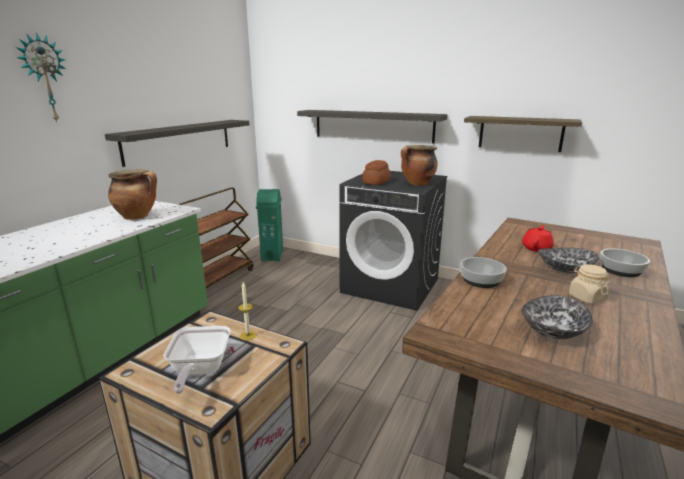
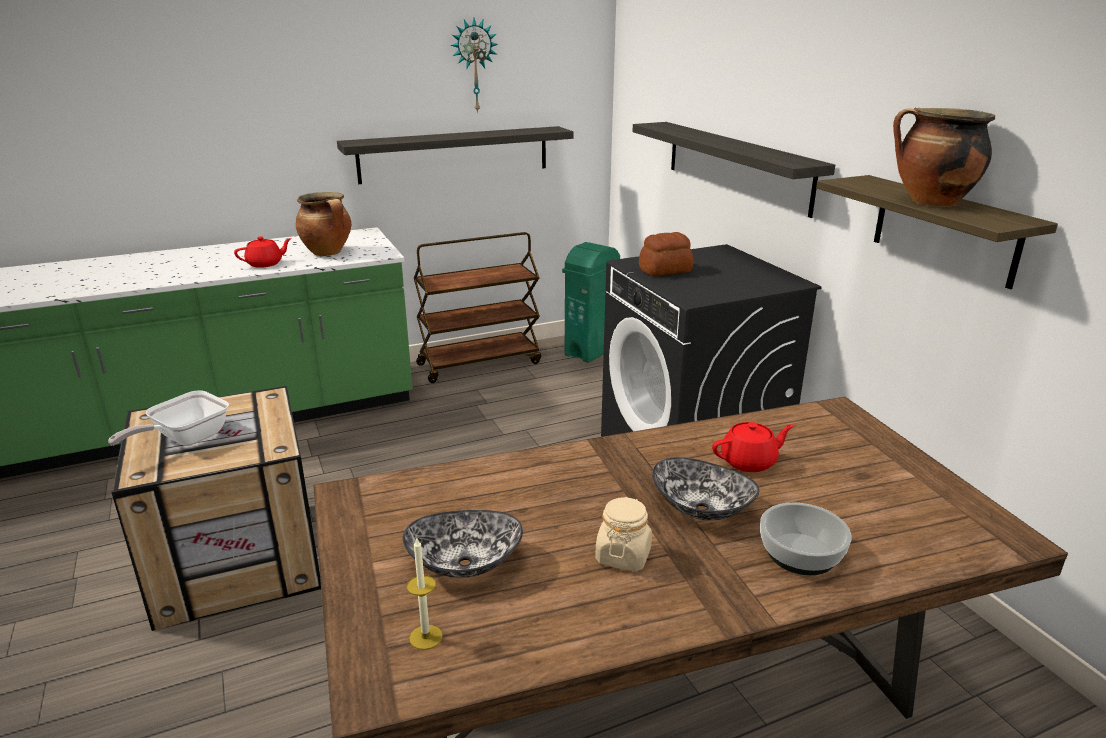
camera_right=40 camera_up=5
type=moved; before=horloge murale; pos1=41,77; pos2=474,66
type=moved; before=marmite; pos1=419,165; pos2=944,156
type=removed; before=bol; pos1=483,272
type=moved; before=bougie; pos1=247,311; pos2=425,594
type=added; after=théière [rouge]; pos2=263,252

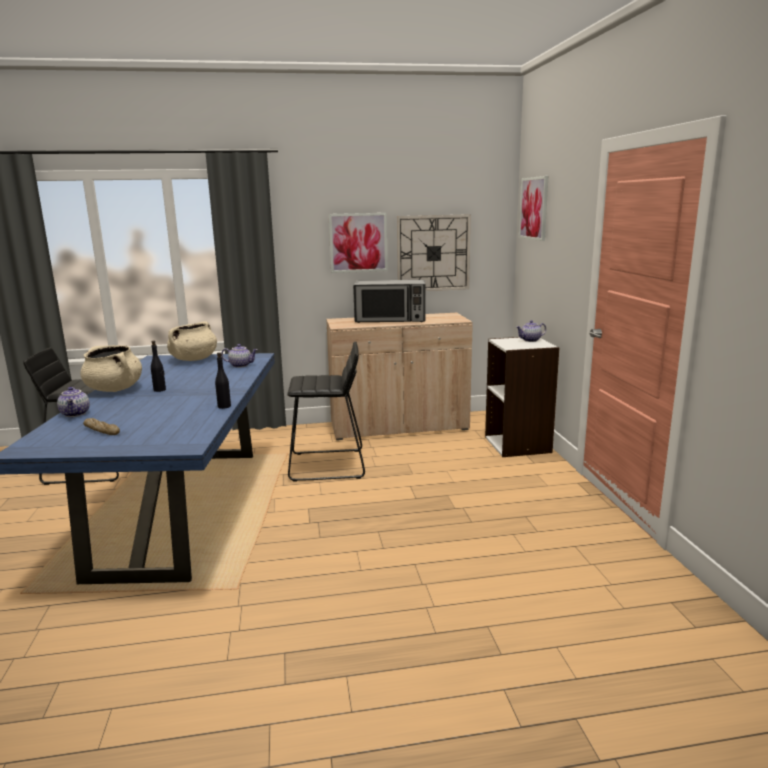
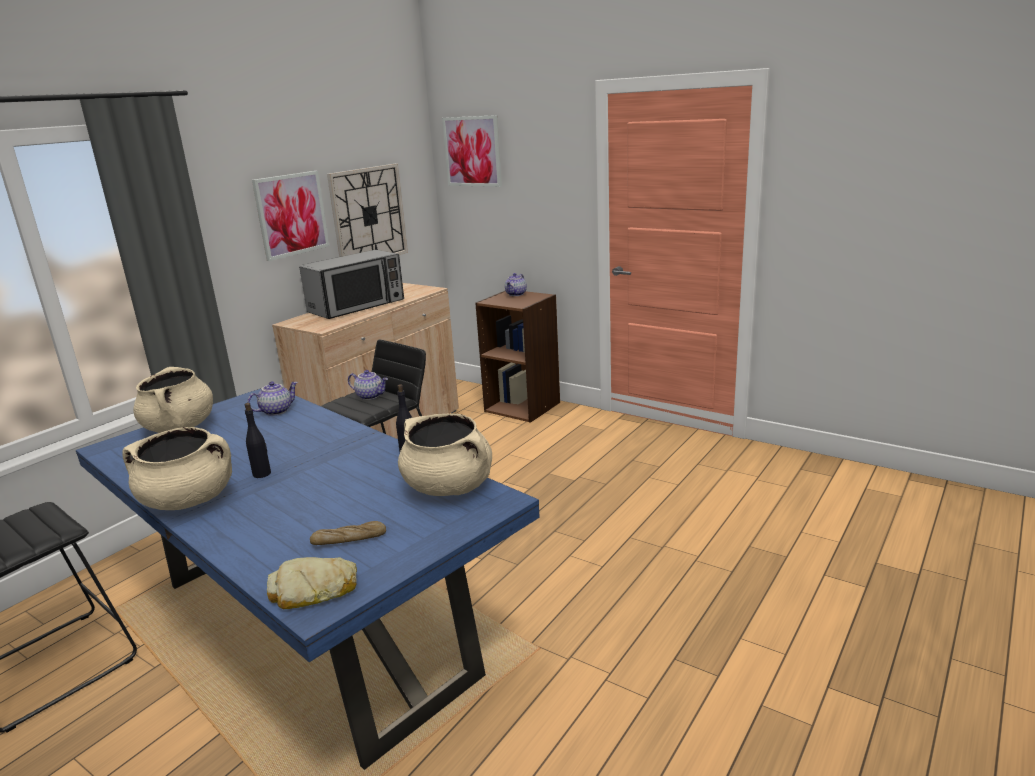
camera_right=-45 camera_up=5
type=recoloured; before=bibliothèque [blanc]; after=bibliothèque [marron]; pos1=522,397; pos2=517,357
type=moved; before=théière; pos1=73,402; pos2=368,385
type=added; after=marmite [beige]; pos2=445,455
type=added; after=pain; pos2=312,583

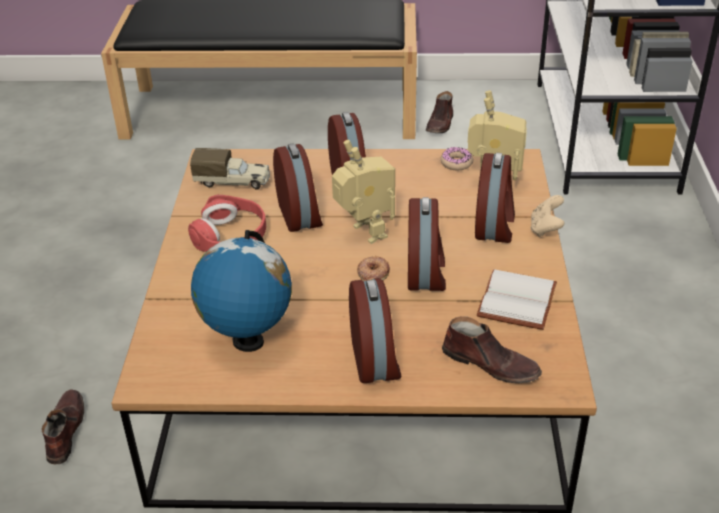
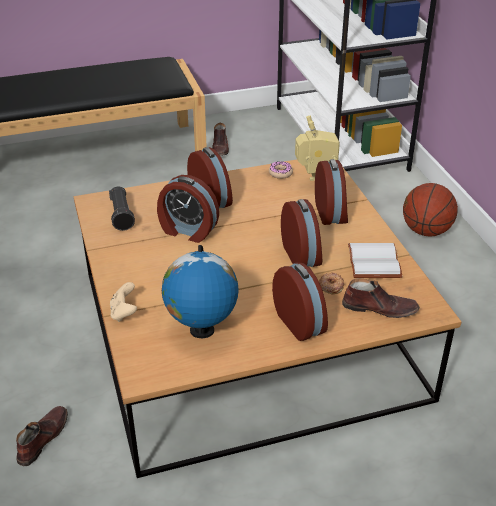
camera_right=-20 camera_up=0
type=removed; before=robot jouet; pos1=363,192
type=turned; before=réveil; pos1=298,187; pos2=188,209; turn=150
type=replaced; before=camion jouet; after=lampe de poche [noir]; pos1=230,169; pos2=122,209
type=removed; before=casque audio [rouge]; pos1=227,223
type=moved; before=manette [beige]; pos1=547,216; pos2=123,302
type=moved; before=beignet; pos1=373,268; pos2=331,283
type=turned; before=chaussure [marron]; pos1=62,426; pos2=42,436; turn=45
type=added; after=ballon de basket; pos2=430,210

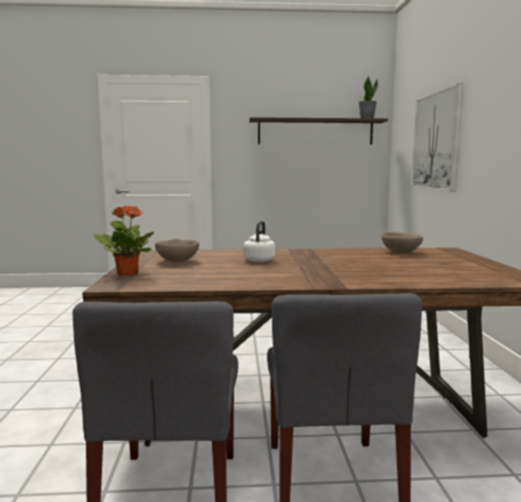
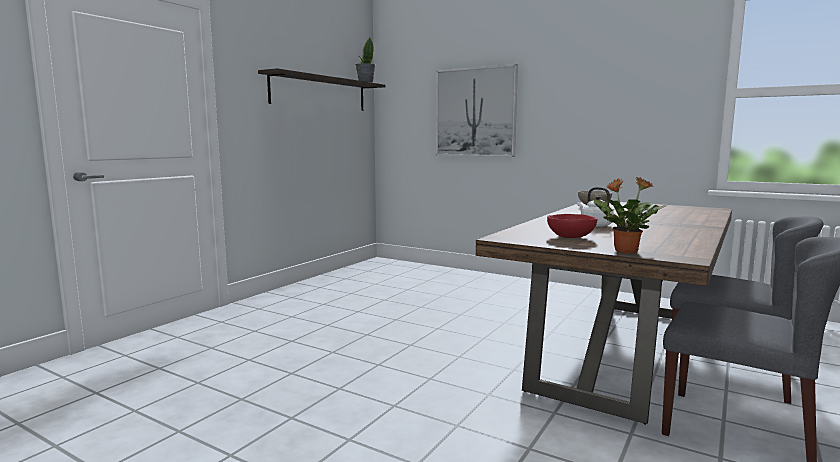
camera_right=-55 camera_up=0
type=recoloured; before=bol [beige]; after=bol [rouge]; pos1=177,250; pos2=572,226

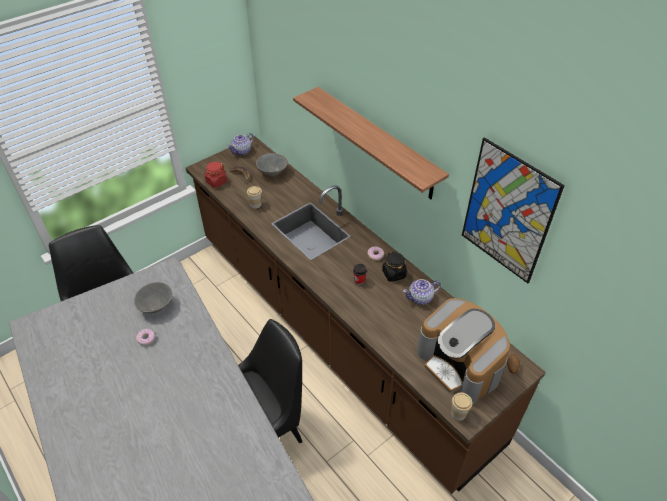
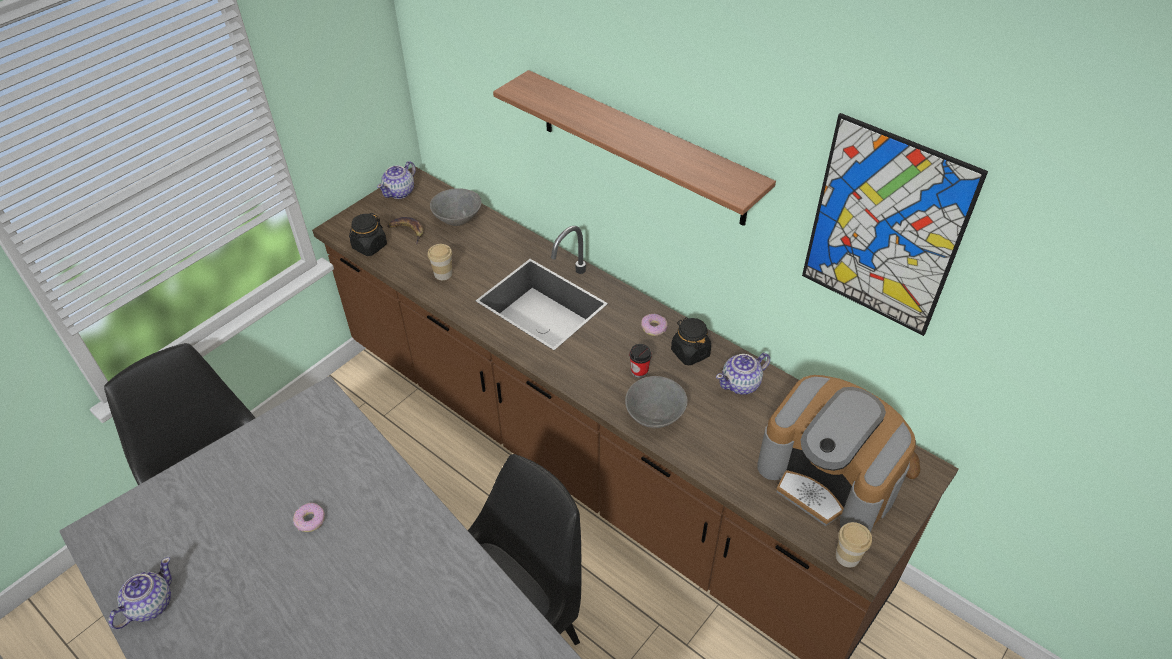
camera_right=-10 camera_up=0
type=recoloured; before=bocal [rouge]; after=bocal [noir]; pos1=215,175; pos2=368,234
type=moved; before=bol [gris]; pos1=153,297; pos2=656,402
type=added; after=théière; pos2=140,593

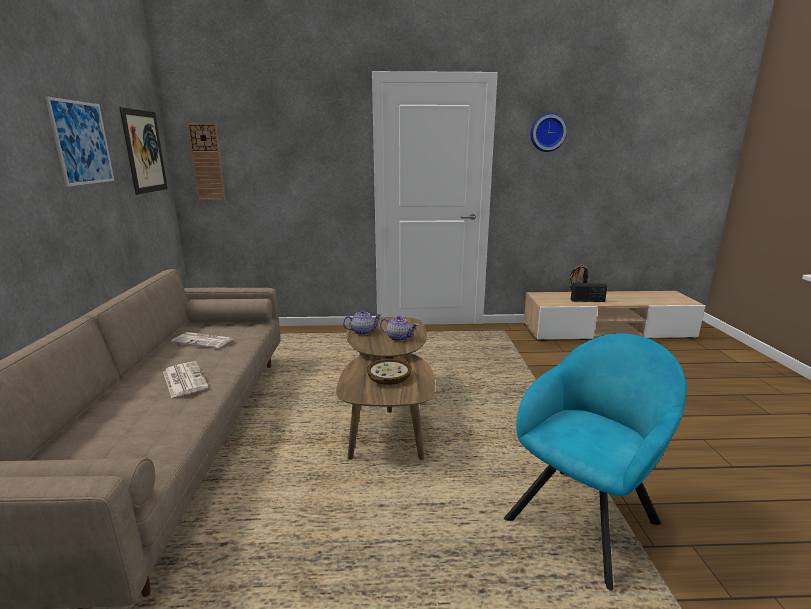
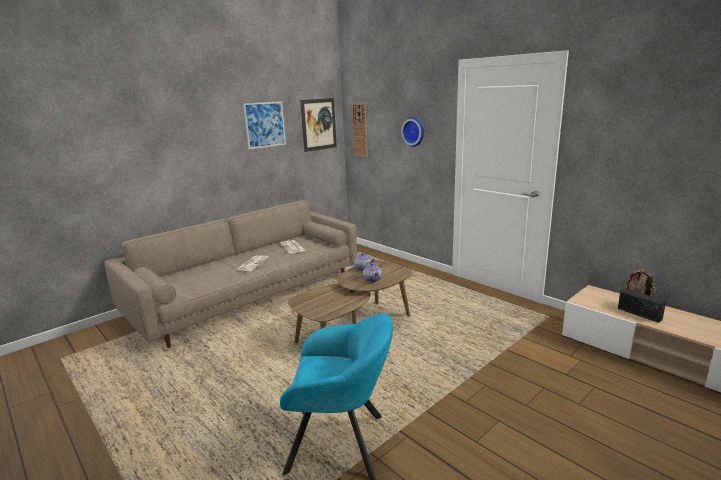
camera_right=50 camera_up=0
type=moved; before=horloge murale; pos1=549,132; pos2=412,132
type=removed; before=bol; pos1=389,371

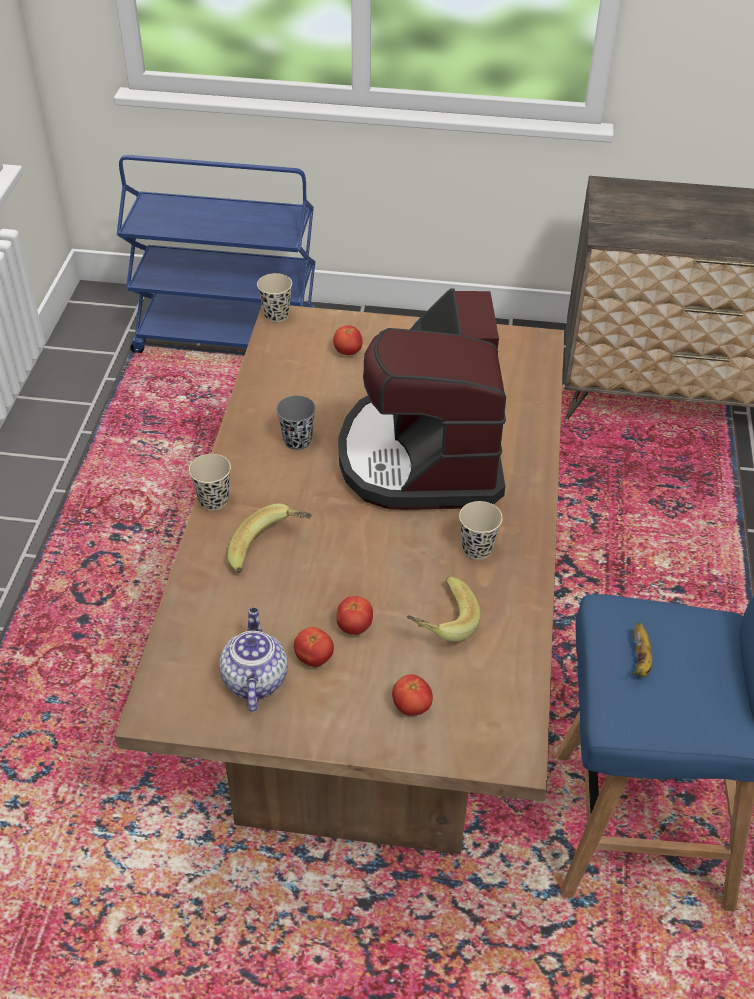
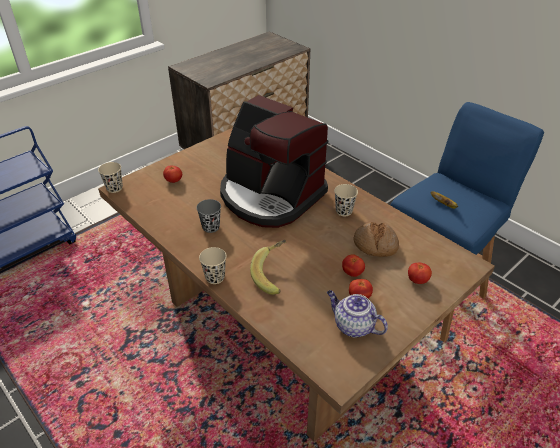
camera_right=-50 camera_up=-5
type=replaced; before=banane; after=pain; pos1=443,609; pos2=376,239

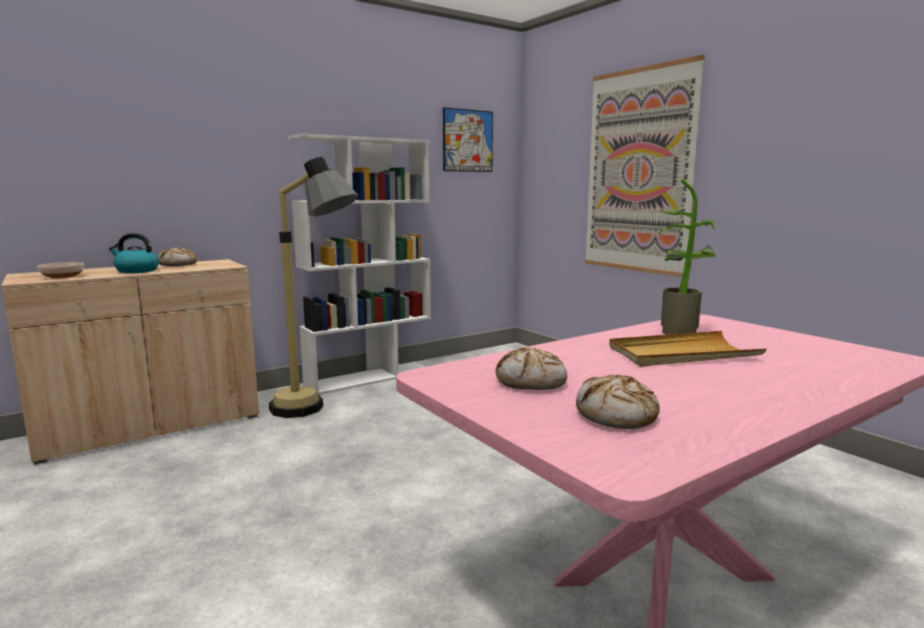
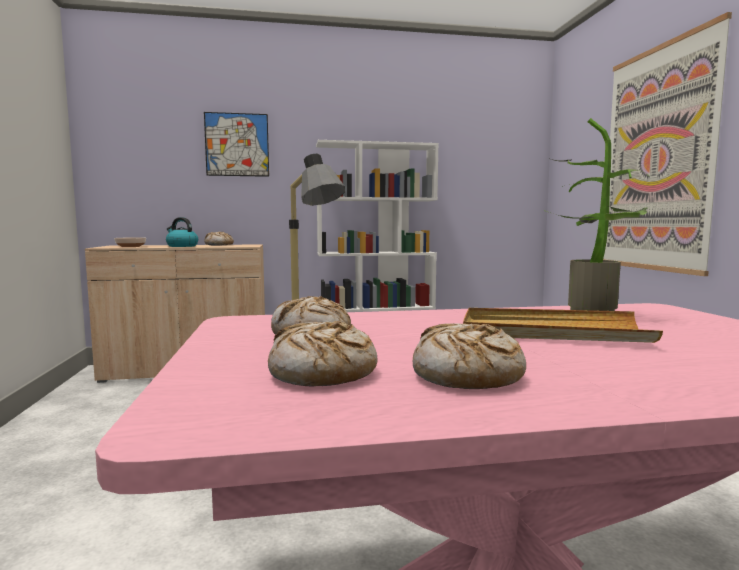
camera_right=25 camera_up=-5
type=moved; before=tableau; pos1=468,139; pos2=236,144
type=added; after=pain; pos2=469,356

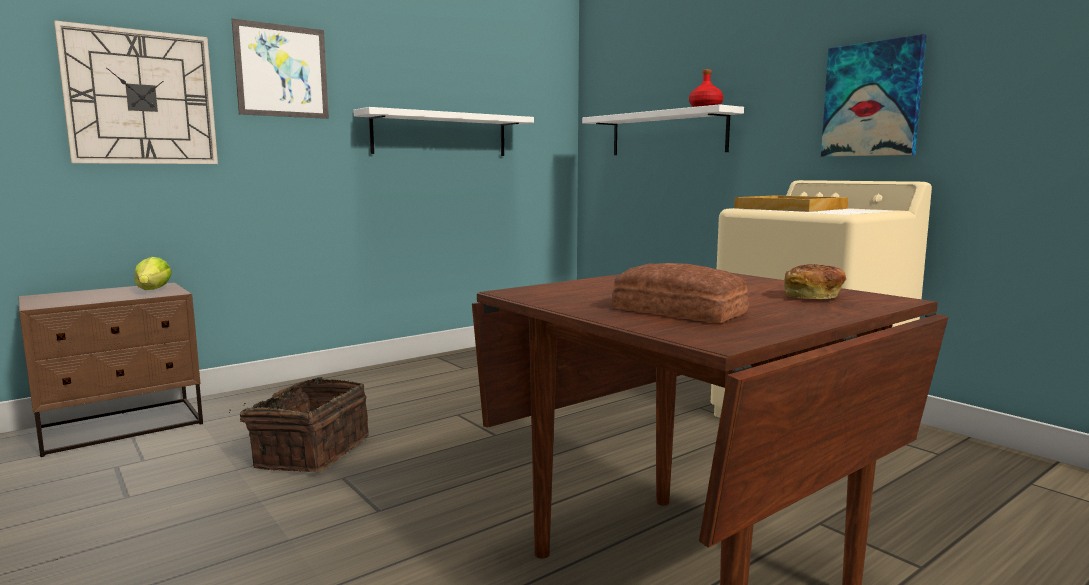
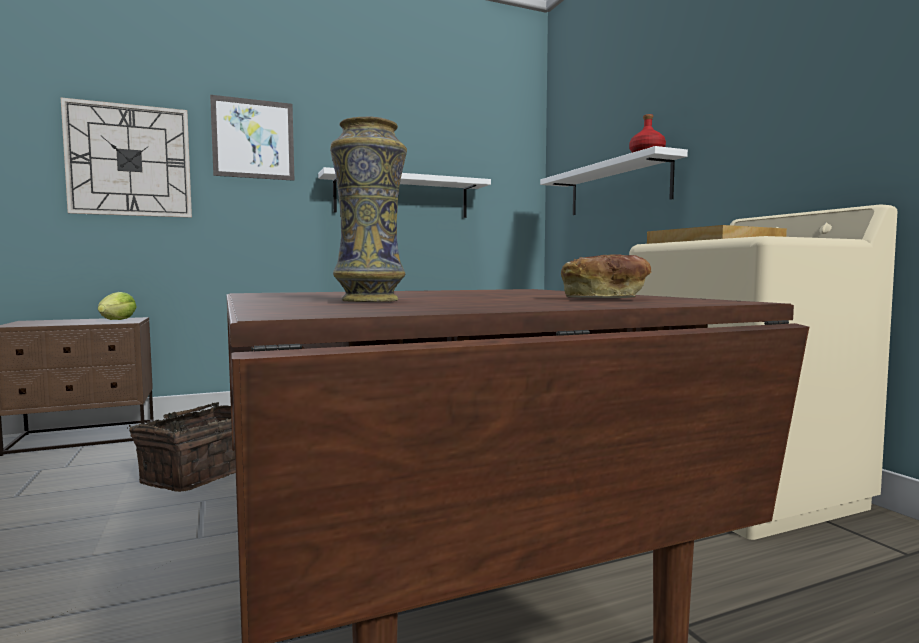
camera_right=15 camera_up=-5
type=removed; before=tableau; pos1=874,95
type=replaced; before=pain; after=vase; pos1=680,293; pos2=368,209

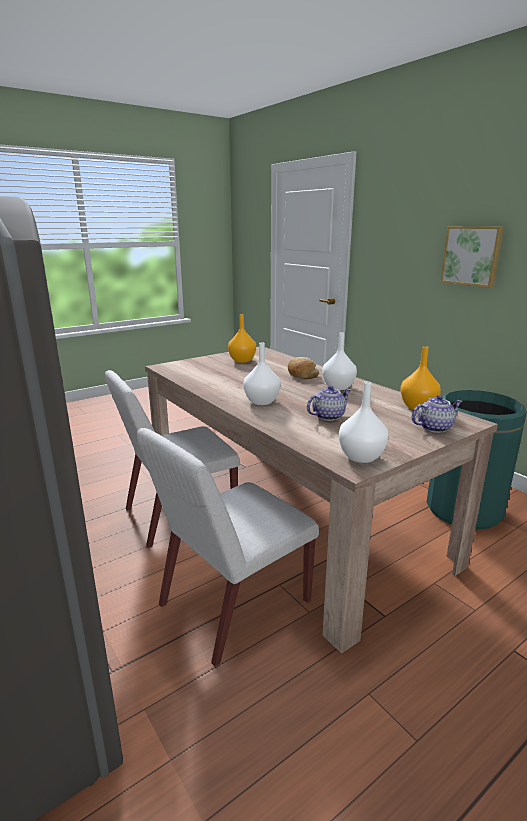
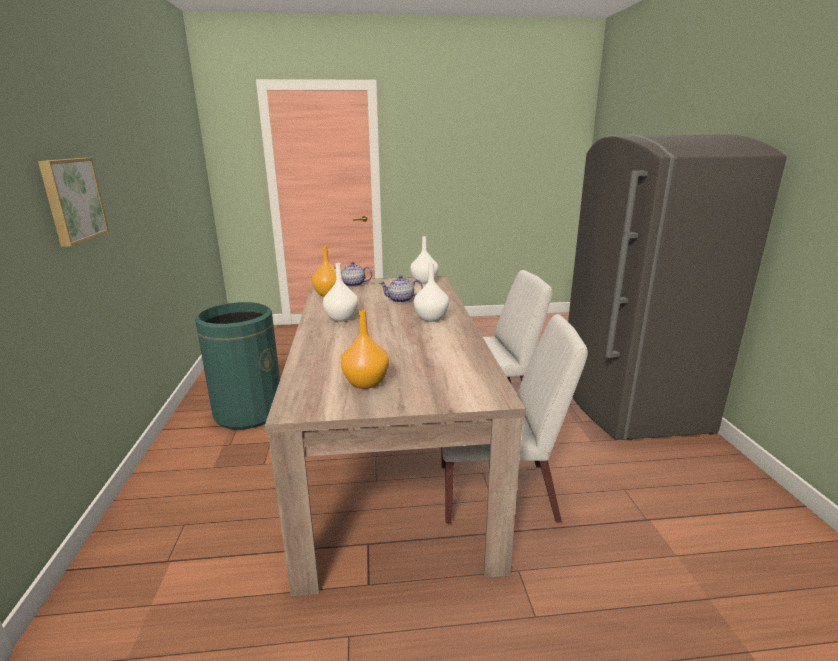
camera_right=-150 camera_up=0
type=removed; before=pain; pos1=303,368

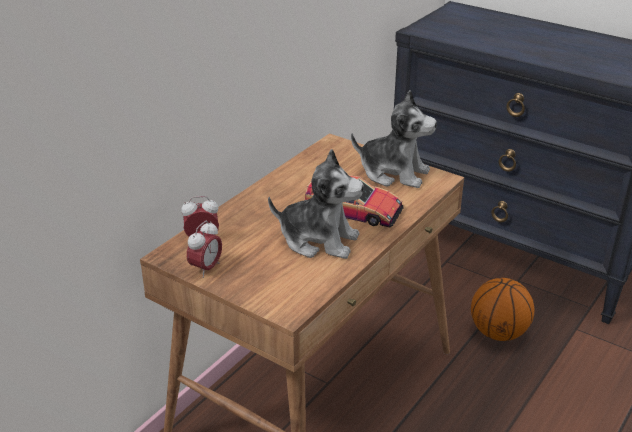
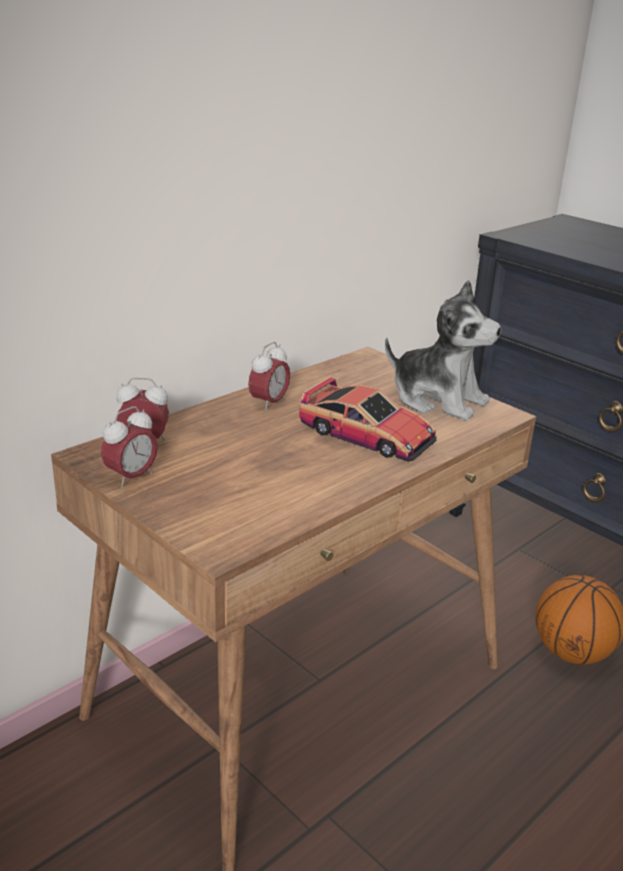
camera_right=10 camera_up=-5
type=removed; before=peluche; pos1=316,204
type=added; after=réveil; pos2=269,377

